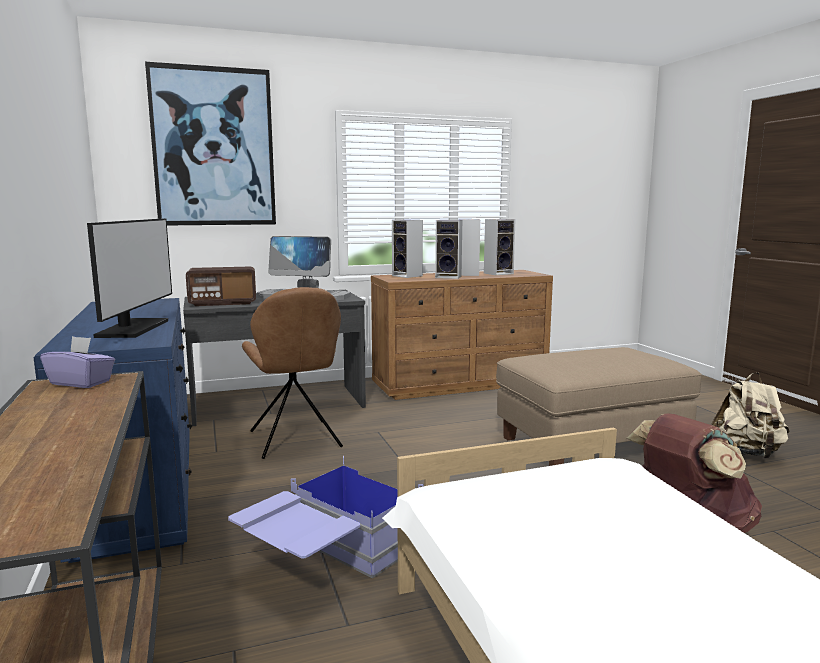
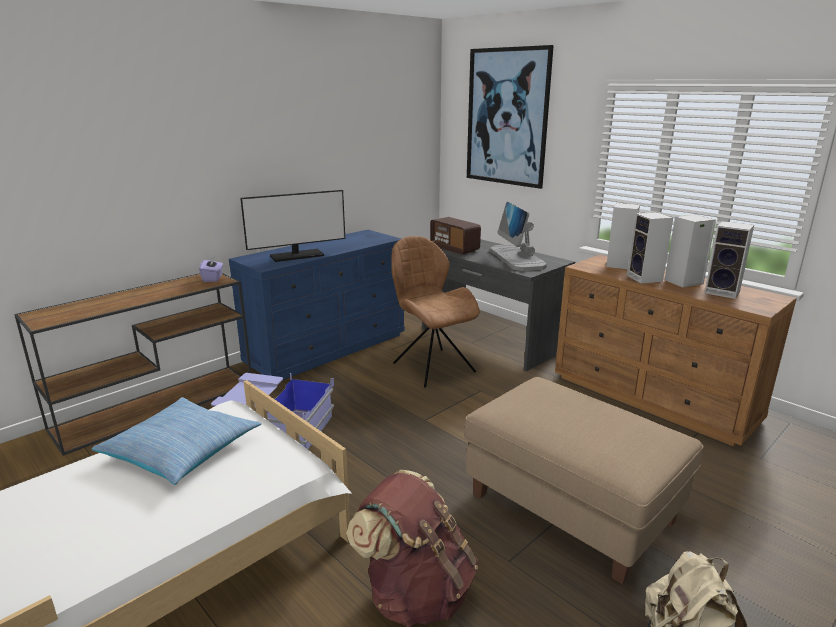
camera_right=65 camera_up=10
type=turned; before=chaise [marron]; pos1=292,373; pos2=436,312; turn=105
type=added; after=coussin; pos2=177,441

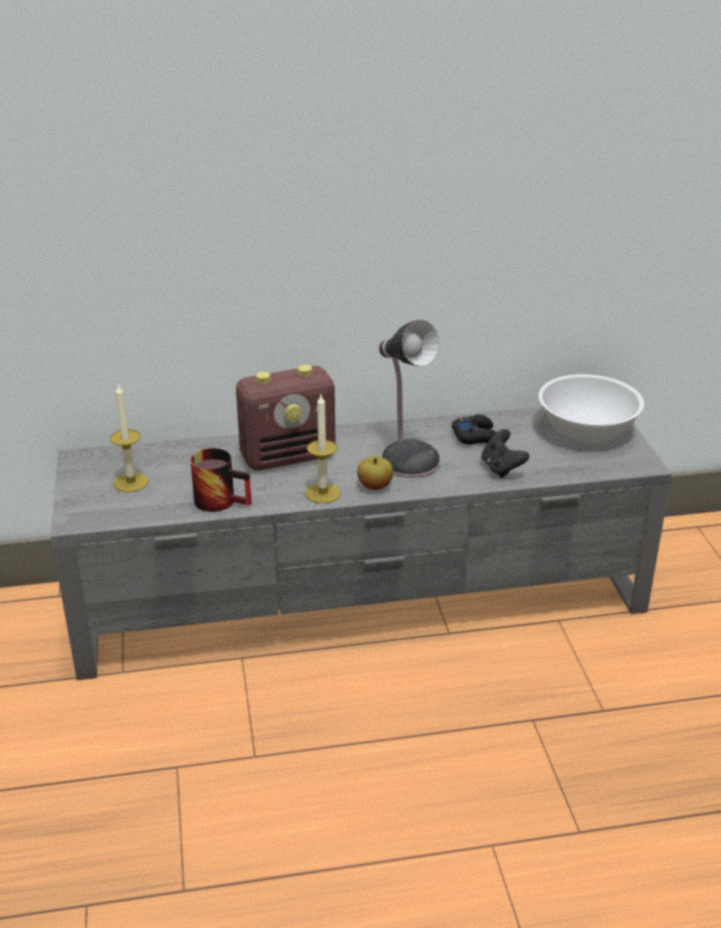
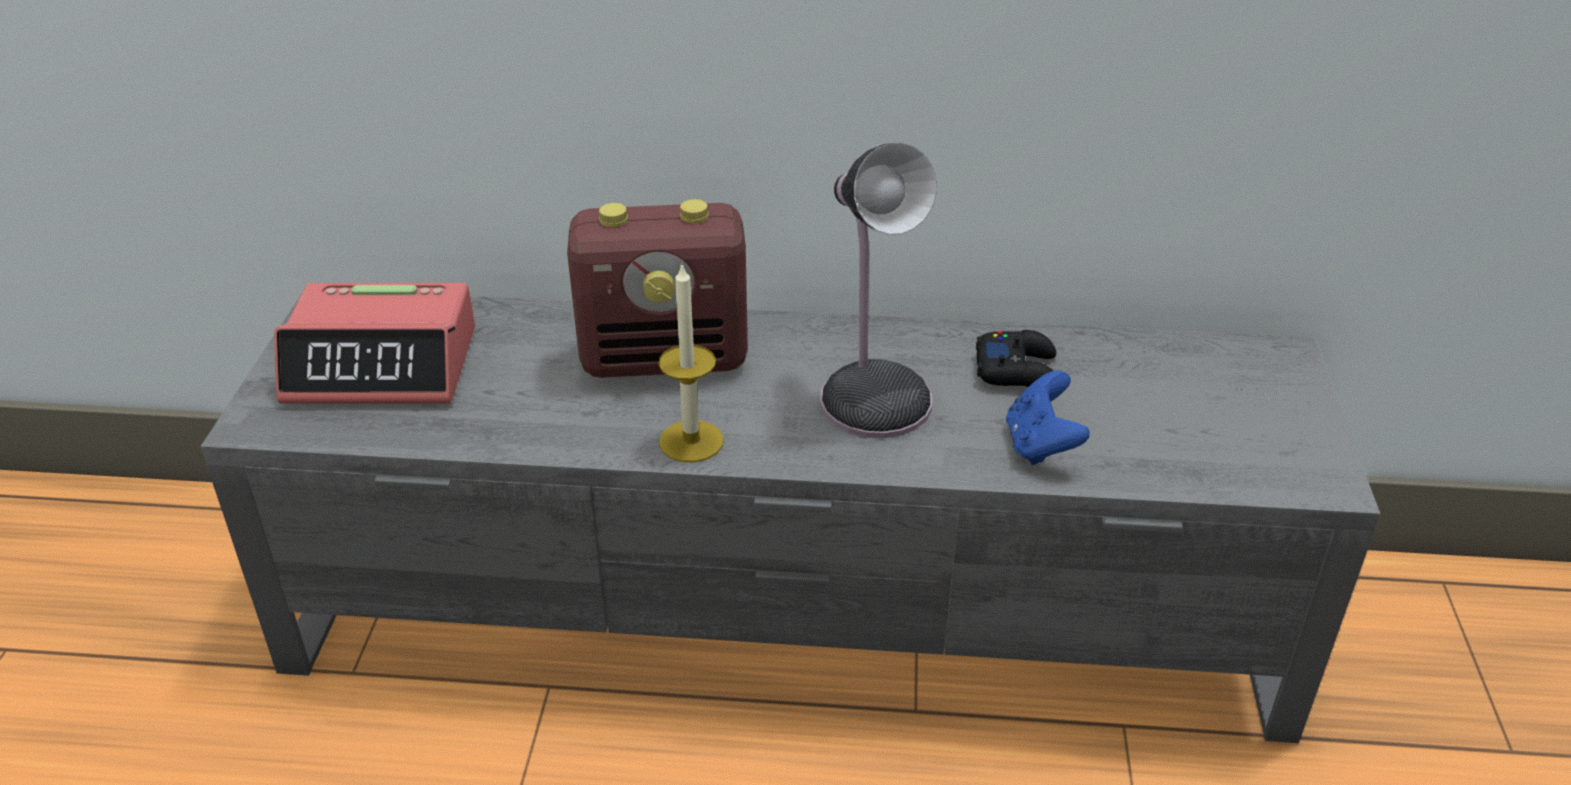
camera_right=15 camera_up=5
type=removed; before=bol [blanc]; pos1=591,408
type=replaced; before=bougie; after=réveil; pos1=129,437; pos2=374,343
type=recoloured; before=manette [noir]; after=manette [bleu]; pos1=505,453; pos2=1048,417
type=removed; before=mug; pos1=221,480
type=removed; before=pomme; pos1=375,473

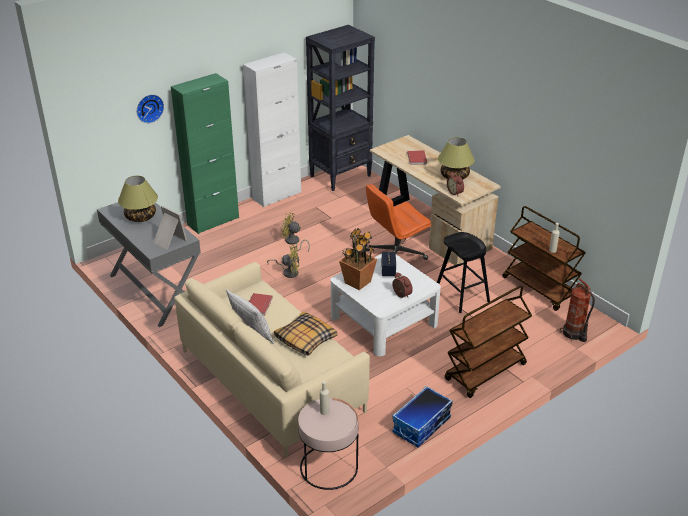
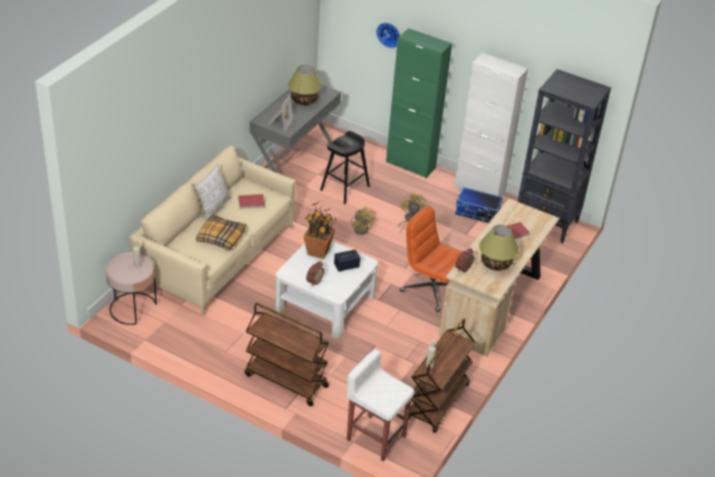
camera_right=65 camera_up=5
type=moved; before=tabouret [noir]; pos1=463,272; pos2=345,167
type=replaced; before=extincteur; after=tabouret [blanc]; pos1=577,310; pos2=380,405
type=moved; before=boîte de rangement; pos1=422,417; pos2=479,205

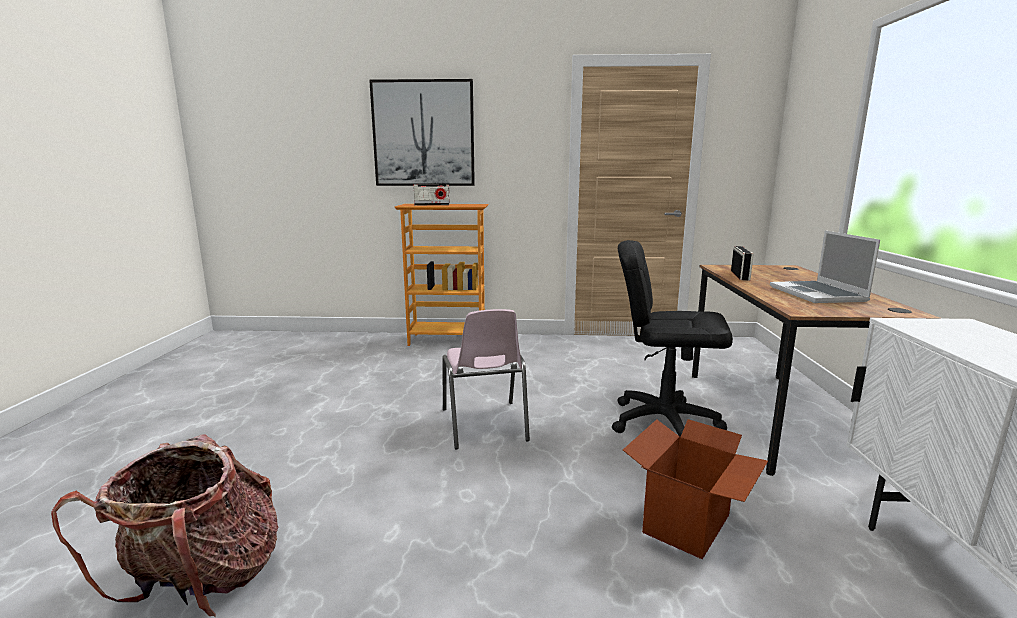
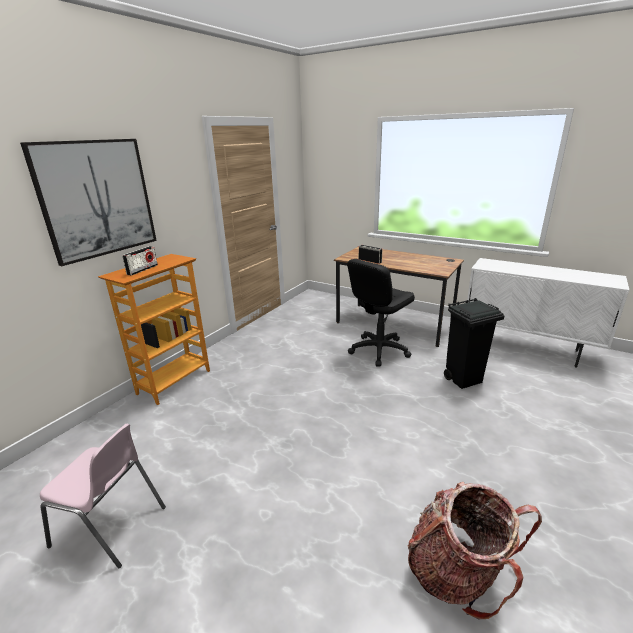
camera_right=-60 camera_up=10
type=removed; before=ordinateur portable; pos1=825,266
type=moved; before=chaise [rose]; pos1=486,379; pos2=103,496
type=replaced; before=carton; after=poubelle [noir]; pos1=695,489; pos2=474,343

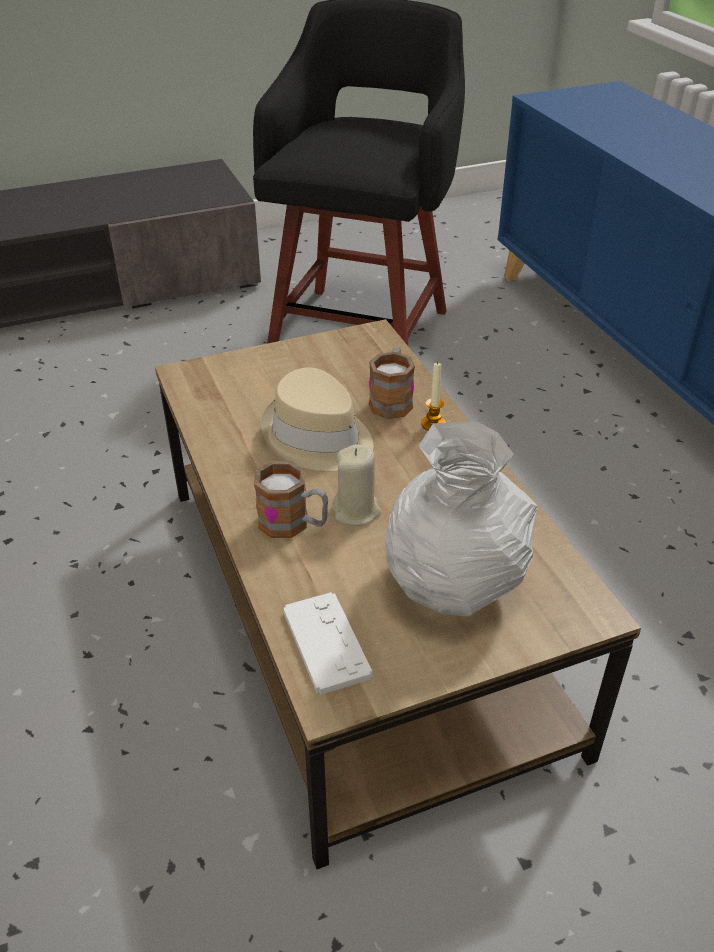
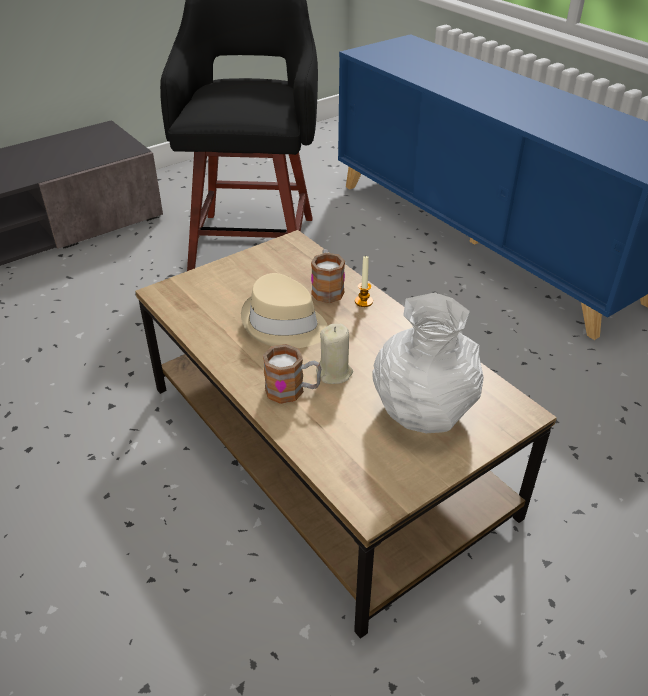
camera_right=-15 camera_up=0
type=removed; before=manette [blanc]; pos1=327,643

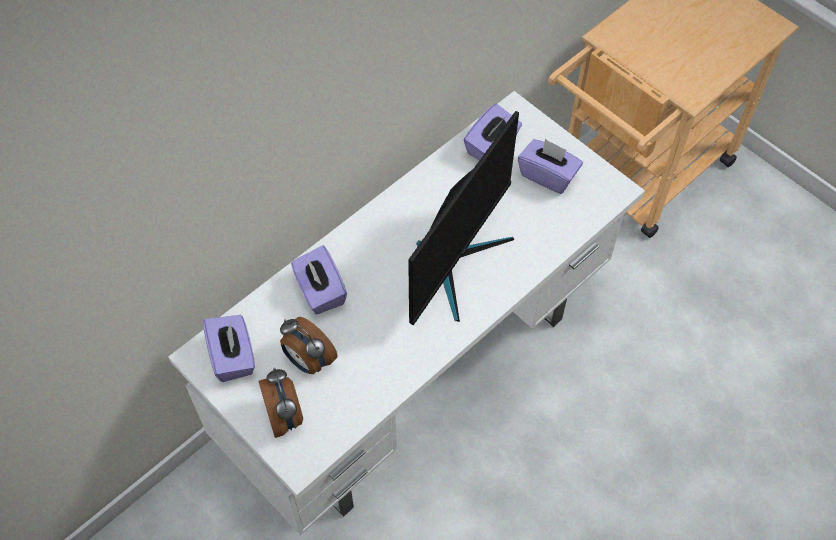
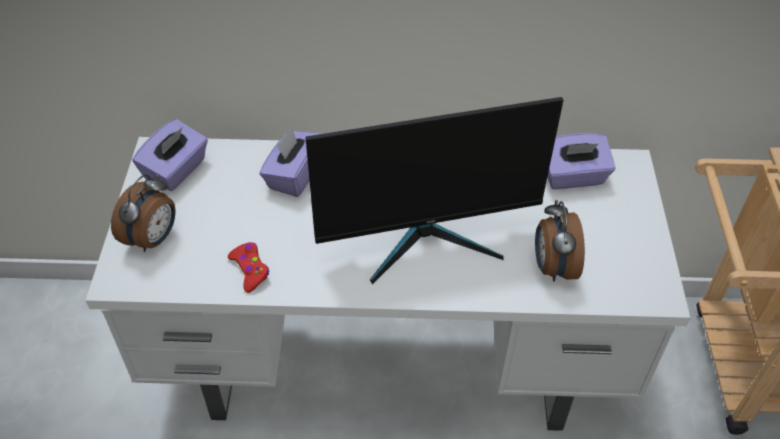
camera_right=45 camera_up=-10
type=removed; before=boîte à mouchoirs [violet]; pos1=550,166
type=moved; before=réveil; pos1=308,345; pos2=560,241
type=added; after=manette [rouge]; pos2=248,267

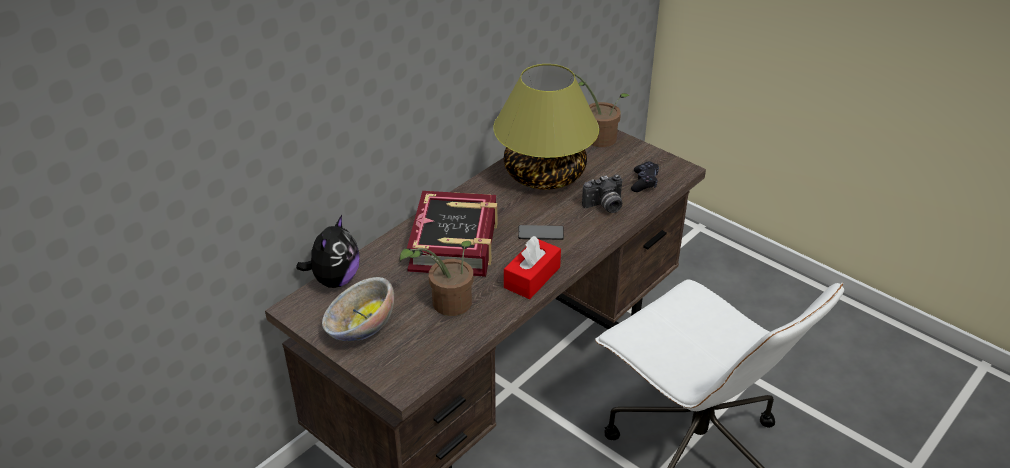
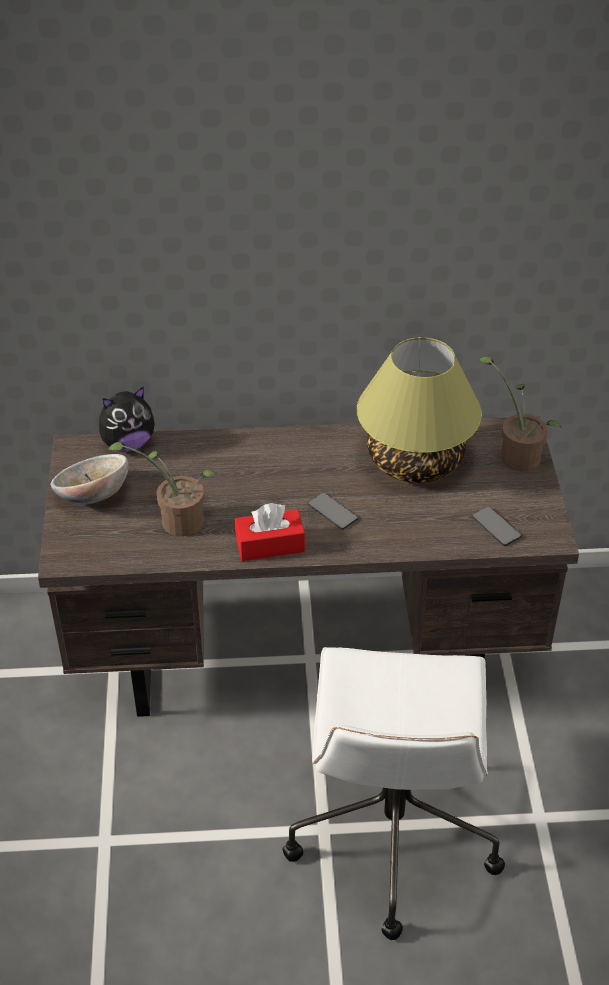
camera_right=45 camera_up=5
type=replaced; before=manette [noir]; after=téléphone; pos1=645,176; pos2=497,526
type=removed; before=appareil photo; pos1=602,193
type=removed; before=livre; pos1=452,234

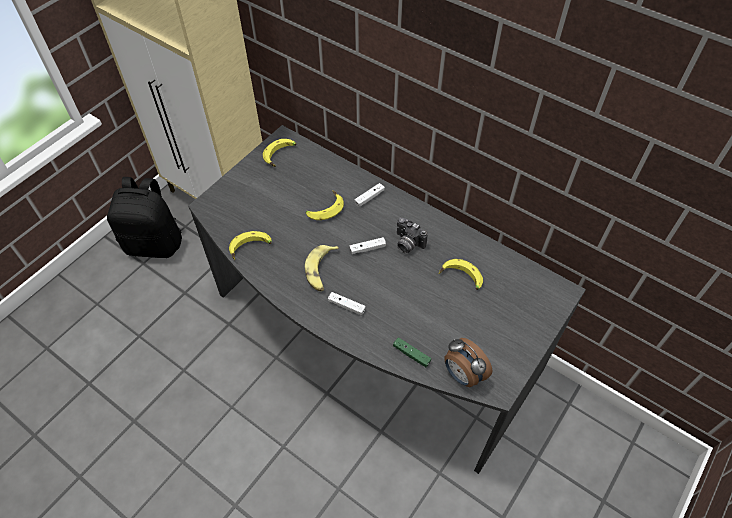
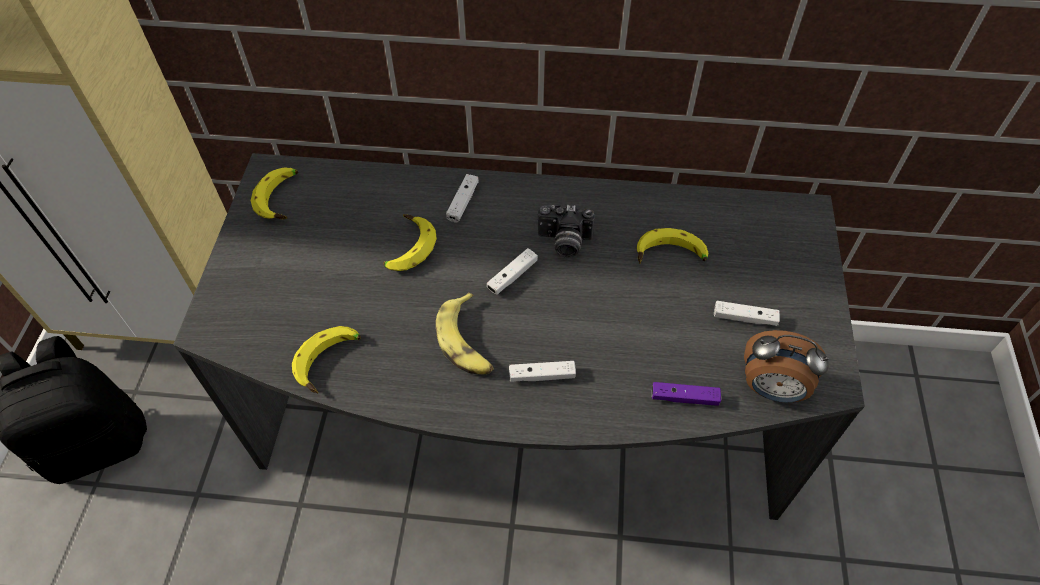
camera_right=-30 camera_up=0
type=recoloured; before=manette [vert]; after=manette [violet]; pos1=412,352; pos2=686,394
type=added; after=manette [blanc]; pos2=747,313

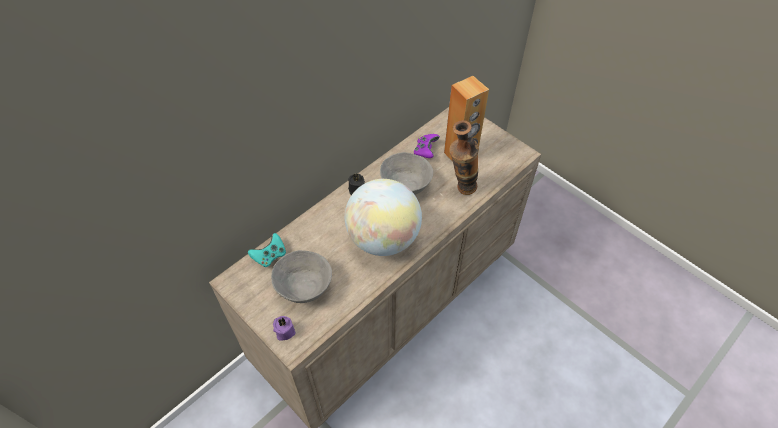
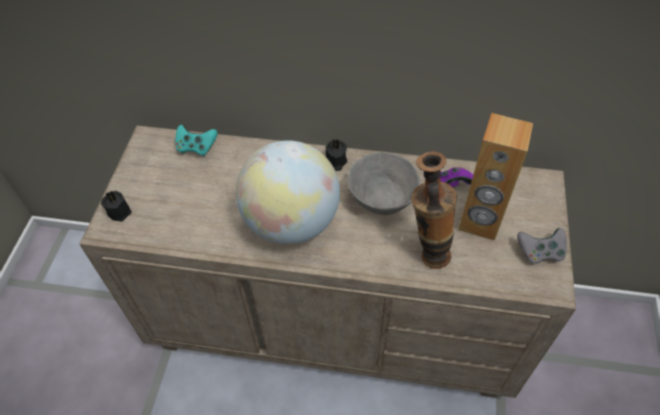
camera_right=55 camera_up=0
type=removed; before=bol [gris]; pos1=301,276
type=recoloured; before=bougie [violet]; after=bougie [noir]; pos1=284,328; pos2=116,206
type=added; after=manette [gris]; pos2=542,246

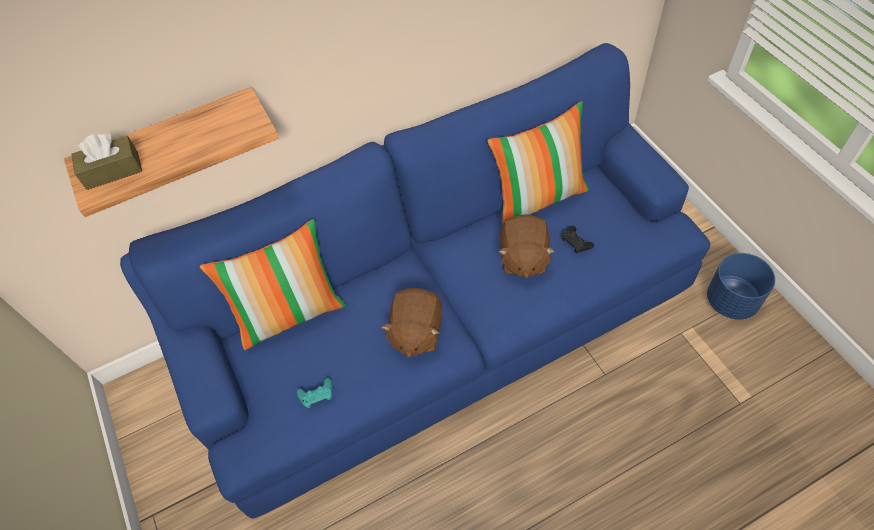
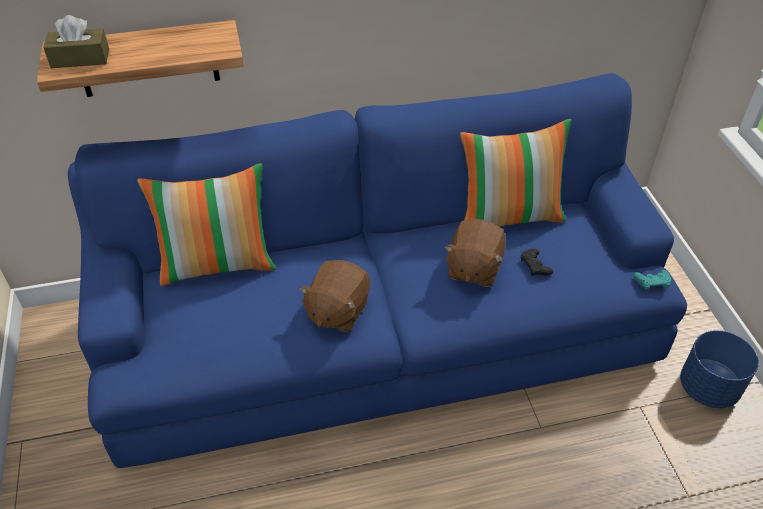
camera_right=10 camera_up=-10
type=moved; before=manette [turquoise]; pos1=314,393; pos2=652,280

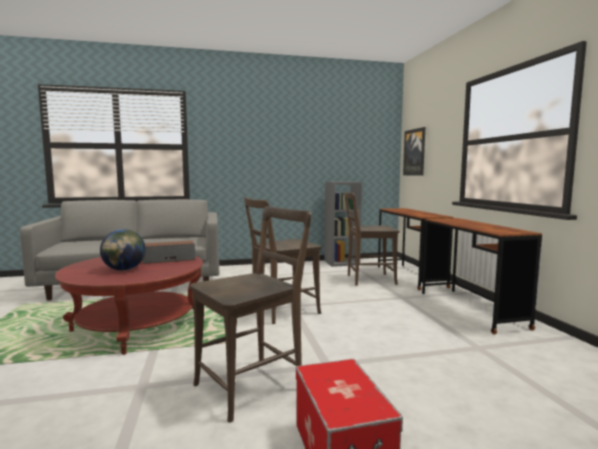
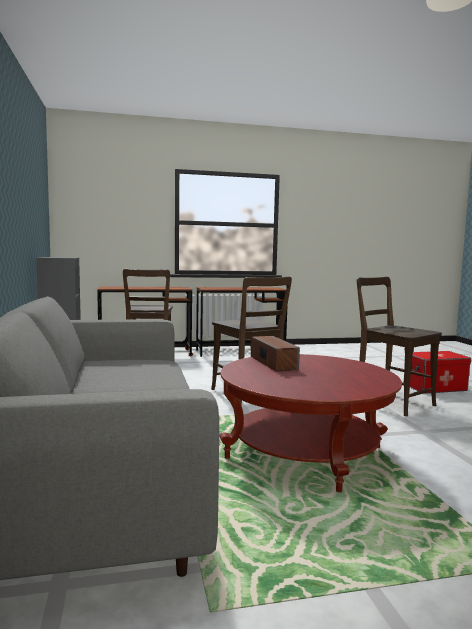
camera_right=-90 camera_up=0
type=removed; before=tableau; pos1=414,151
type=removed; before=globe; pos1=123,250

